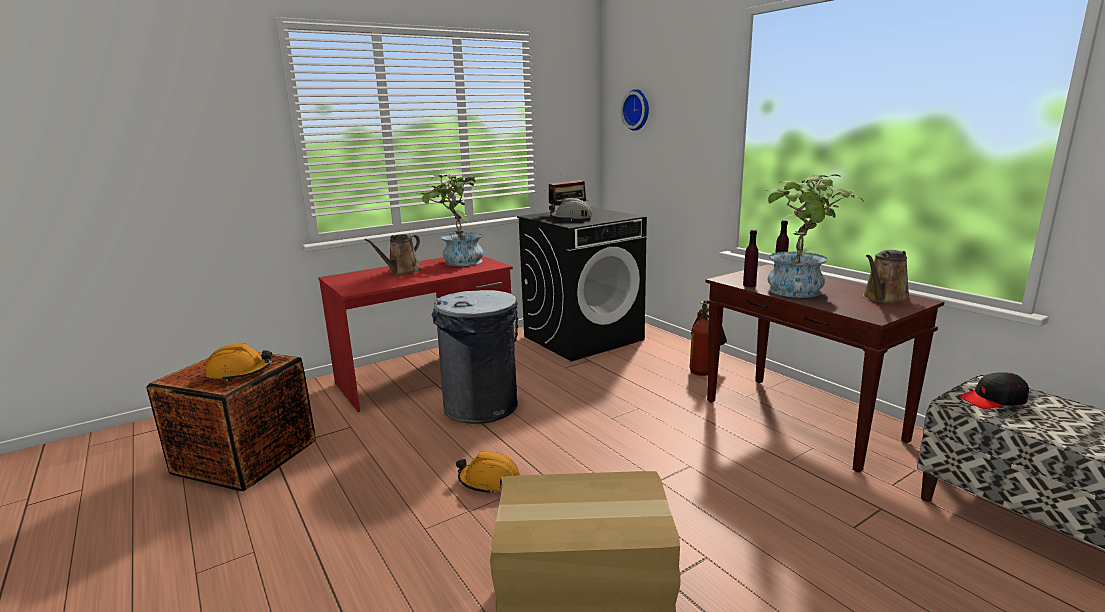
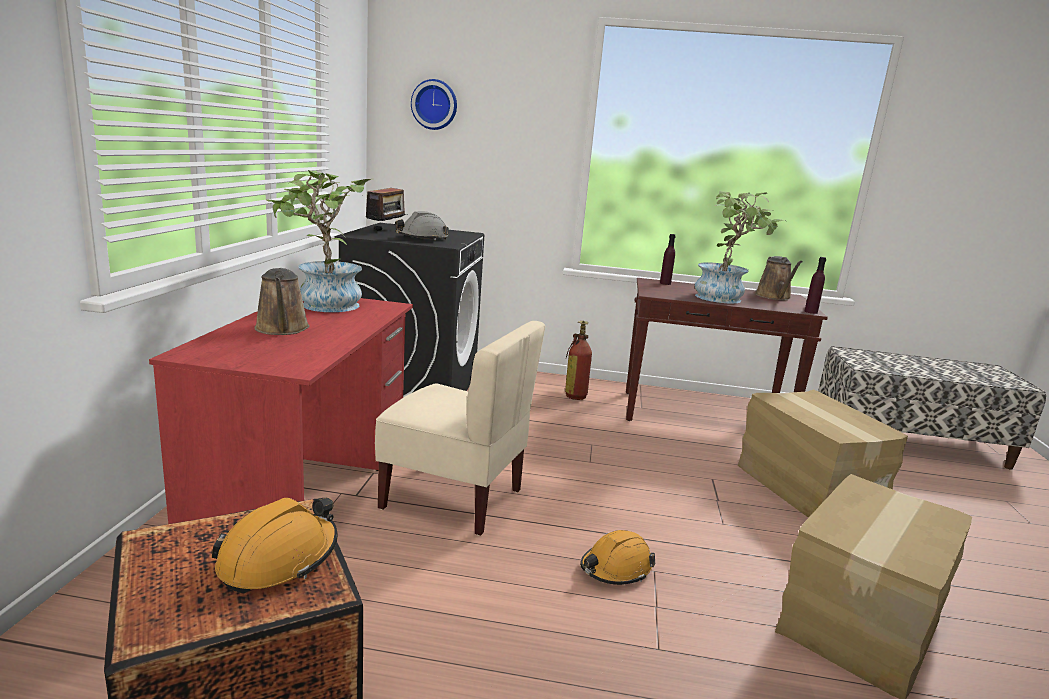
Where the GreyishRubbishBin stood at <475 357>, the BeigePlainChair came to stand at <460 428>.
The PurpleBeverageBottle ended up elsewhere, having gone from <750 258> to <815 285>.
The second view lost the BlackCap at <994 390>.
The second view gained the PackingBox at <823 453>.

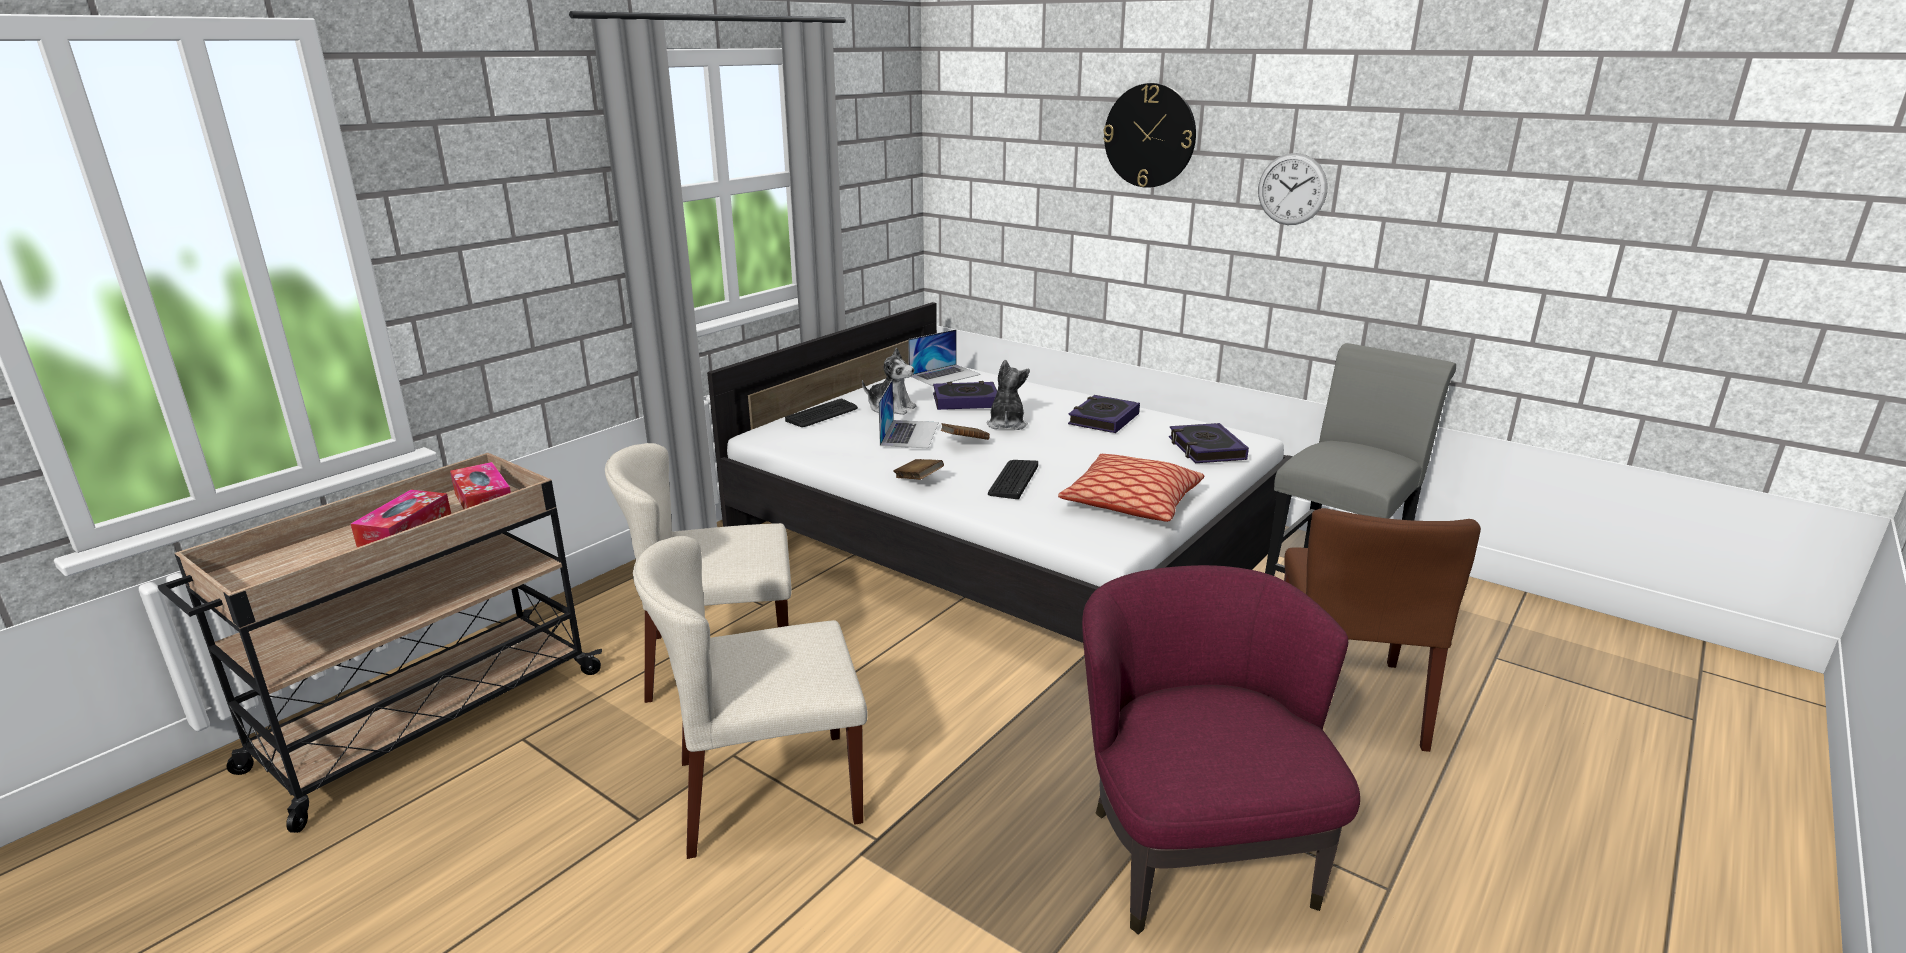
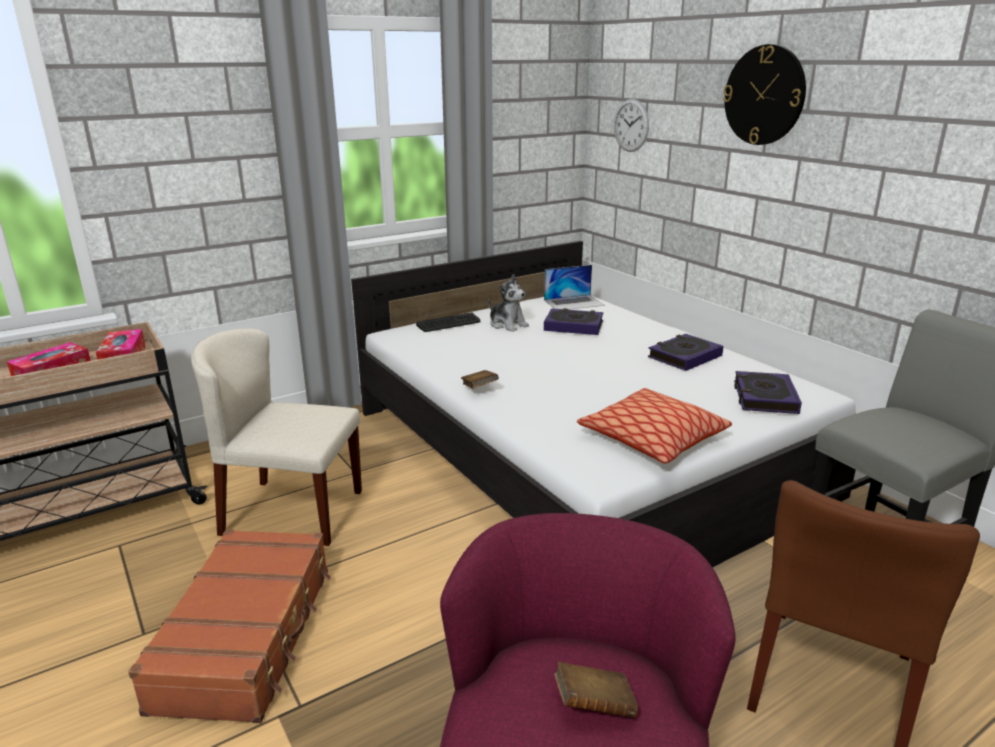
Where the BeigePlainChair stood at <750 697>, the BrownPieceOfLuggage came to stand at <229 626>.
The second view lost the Laptop at <908 413>.
The BrownVolume ended up elsewhere, having gone from <965 431> to <596 690>.
The second view lost the SoftToy at <1008 395>.
The second view lost the Keyboard at <1013 479>.
The HangingClock ended up elsewhere, having gone from <1292 189> to <631 125>.

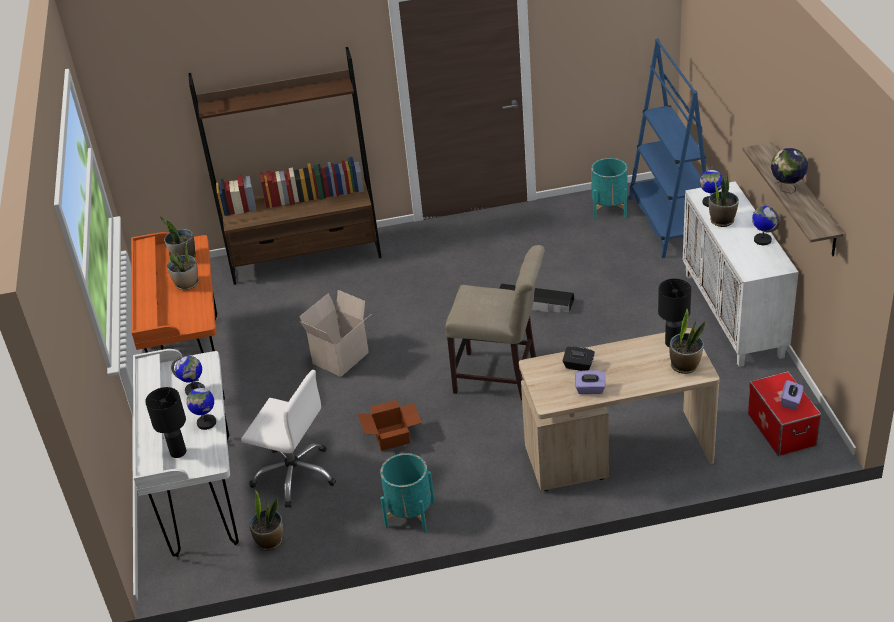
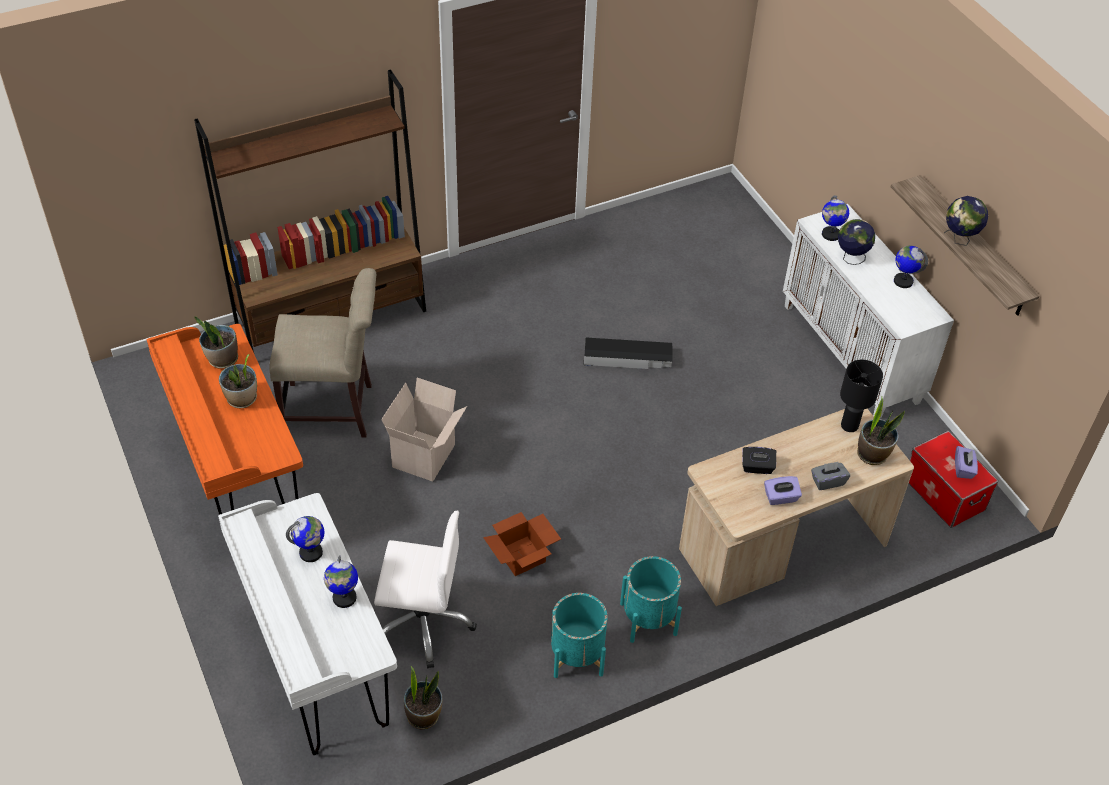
The second view lost the BlackTableLamp at <165 422>.
The BeigePlainChair ended up elsewhere, having gone from <495 322> to <322 353>.
The TurquoiseColouredPlanter ended up elsewhere, having gone from <609 188> to <651 599>.
The second view lost the BlueShelvingUnit at <667 148>.
Where the PlantInAPot stood at <724 198>, the Globe came to stand at <856 242>.
The second view gained the GreyishTissueBox at <830 476>.

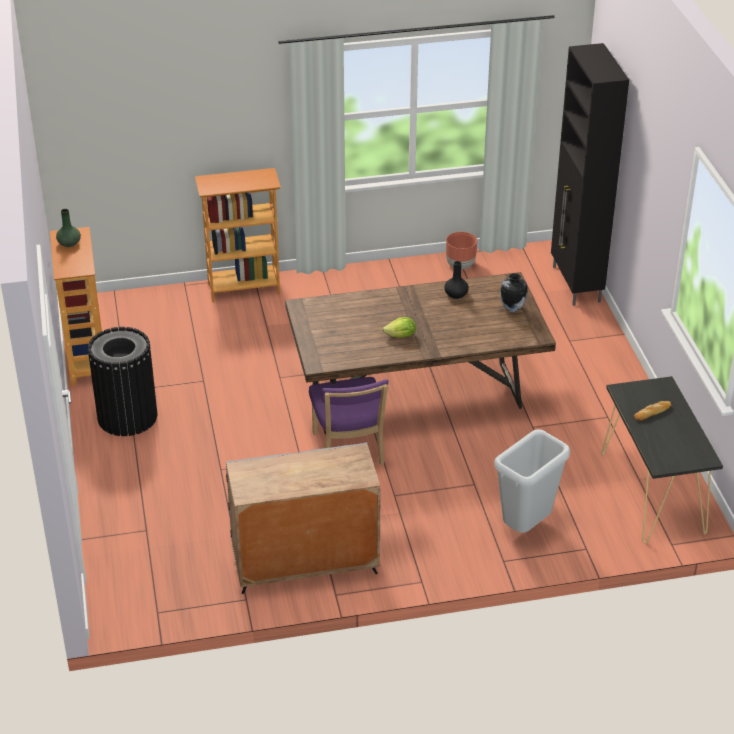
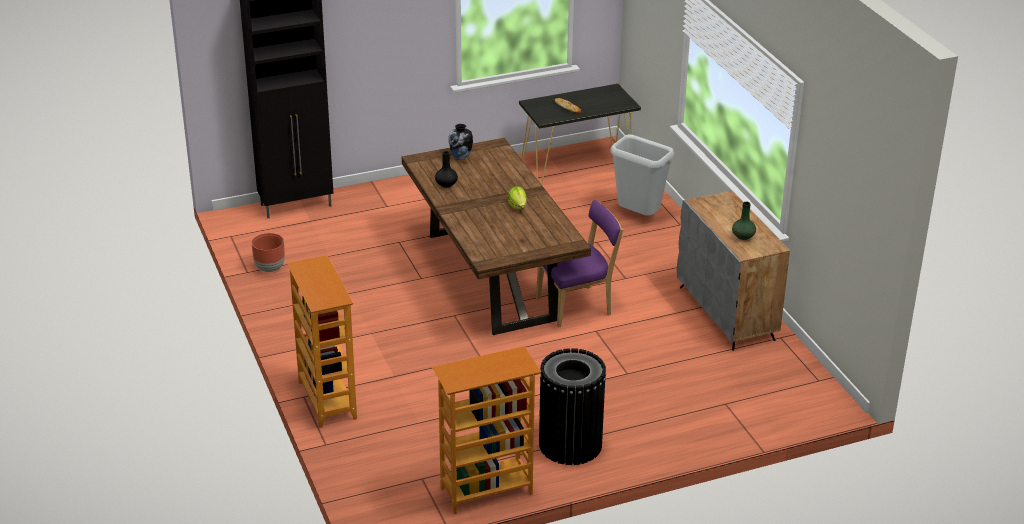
The GreenishFlowerVase ended up elsewhere, having gone from <68 228> to <744 221>.

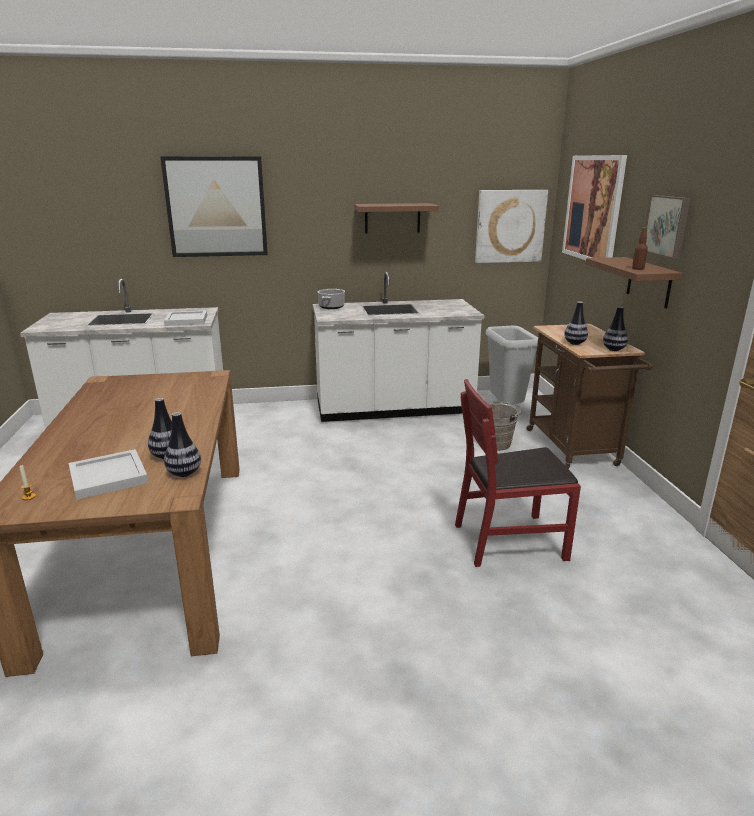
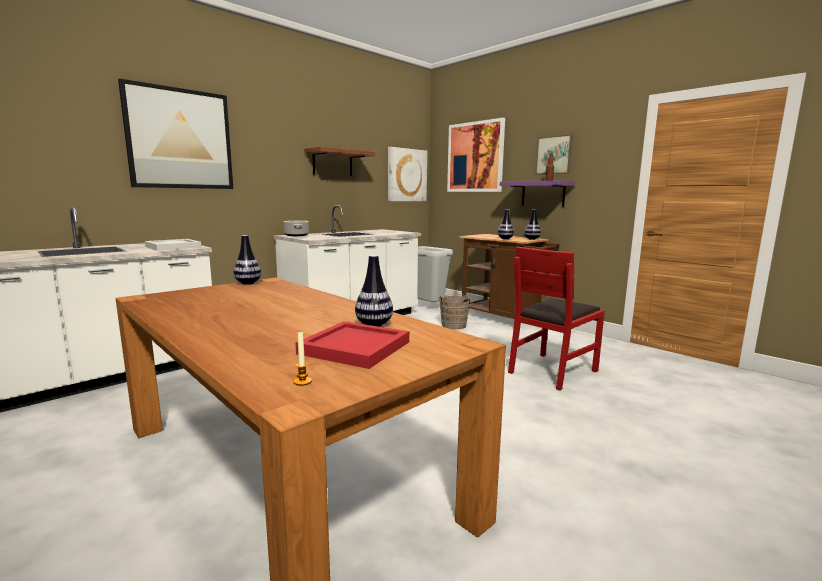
What was the WhiteColouredCarryingTray at <108 474> turned into the RedColouredCarryingTray at <352 345>.
The FlowerVase ended up elsewhere, having gone from <182 444> to <247 260>.
What was the BrownShelf at <634 283> turned into the PurpleShelf at <537 193>.

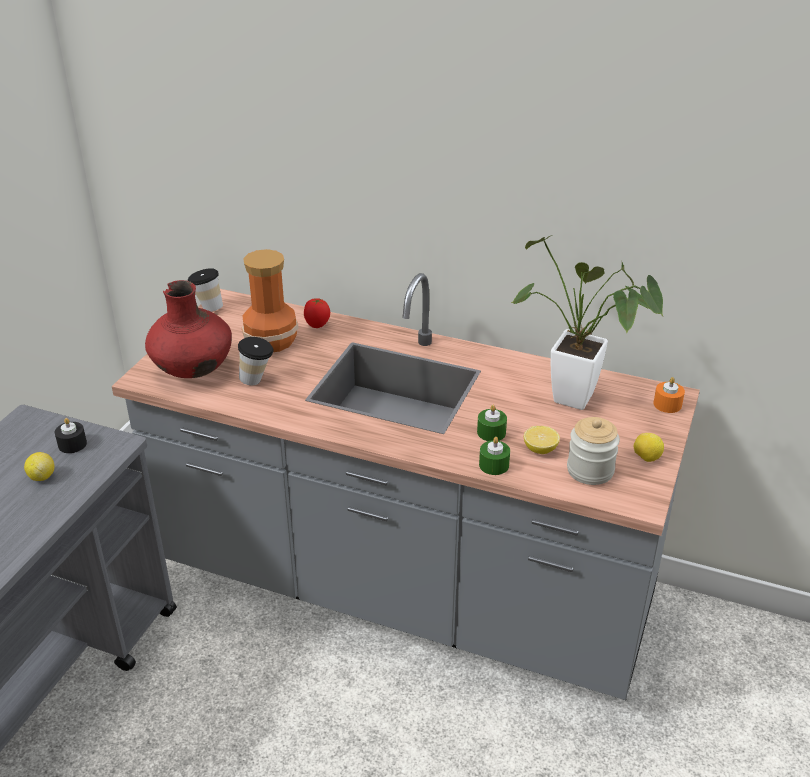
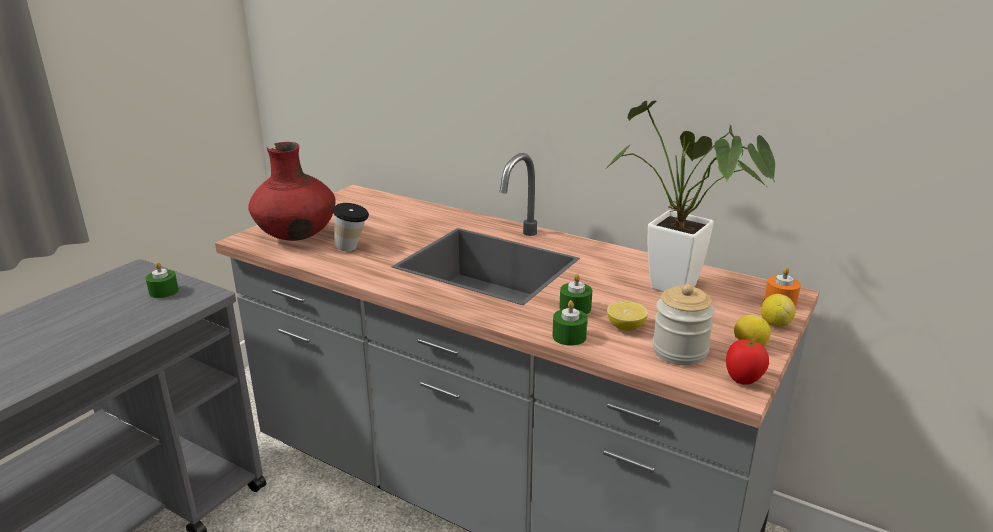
The WholeLemon ended up elsewhere, having gone from <39 466> to <778 310>.
What was the BlackCandle at <71 435> turned into the GreenishCandle at <162 280>.
The second view lost the Cup at <205 290>.
The second view lost the FlowerVase at <270 300>.
The FreshTomato ended up elsewhere, having gone from <317 313> to <747 362>.

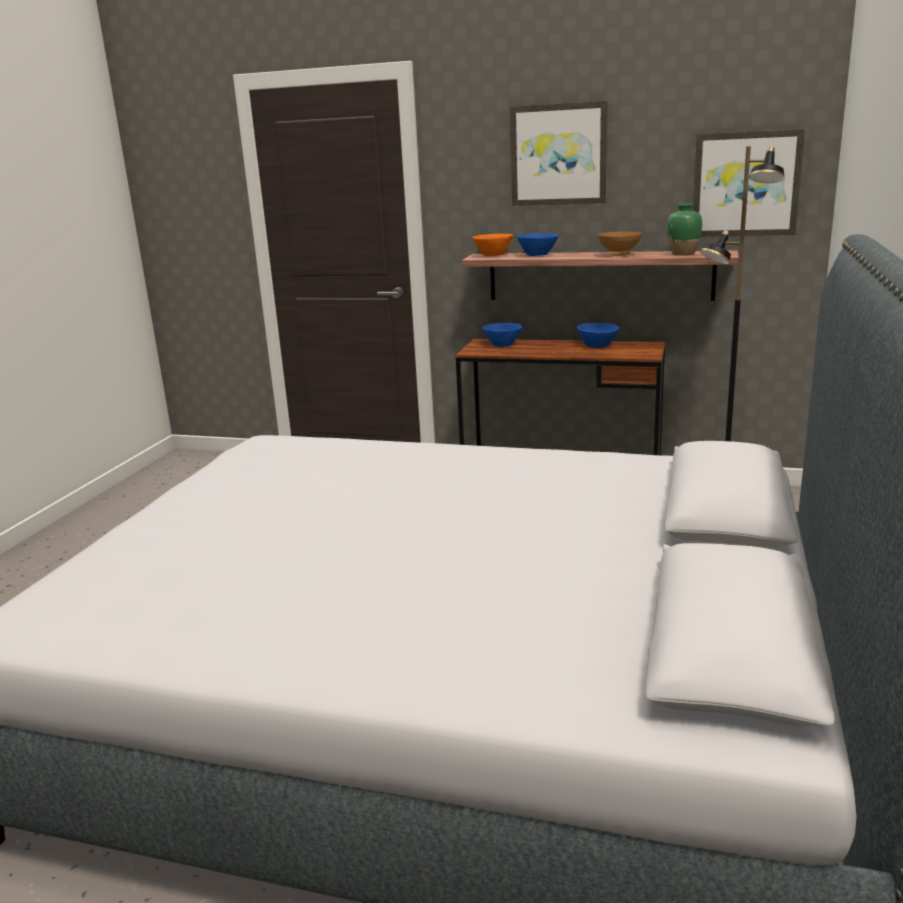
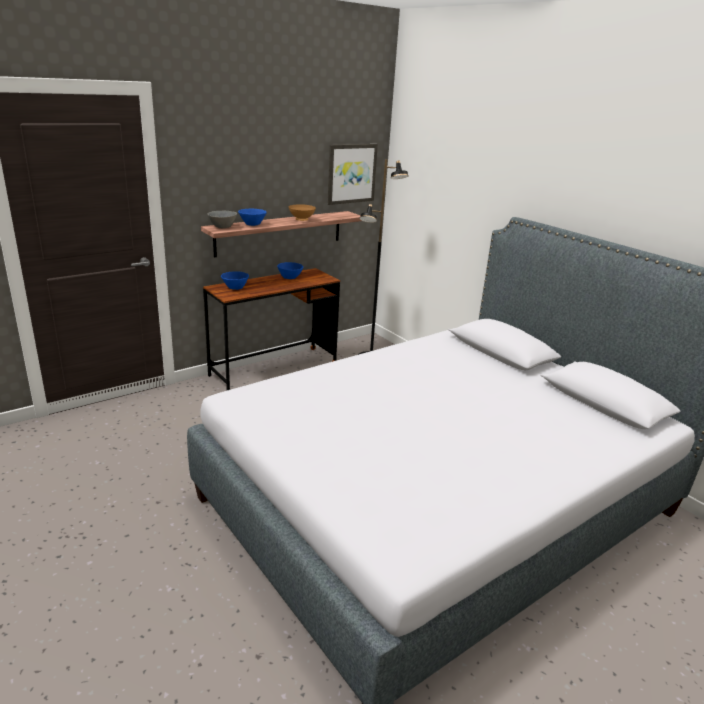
What was the OrangeyDeepDish at <492 245> turned into the GreyishDeepDish at <222 219>.
The second view lost the Picture at <559 153>.
The second view lost the GreenishFlowerVase at <684 229>.

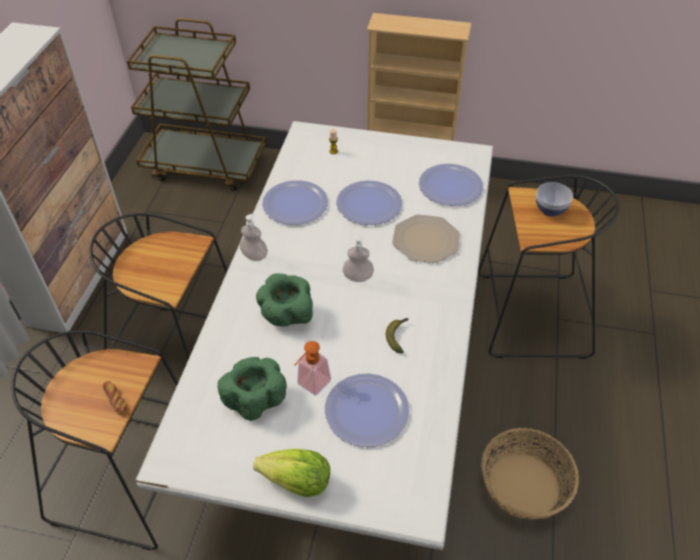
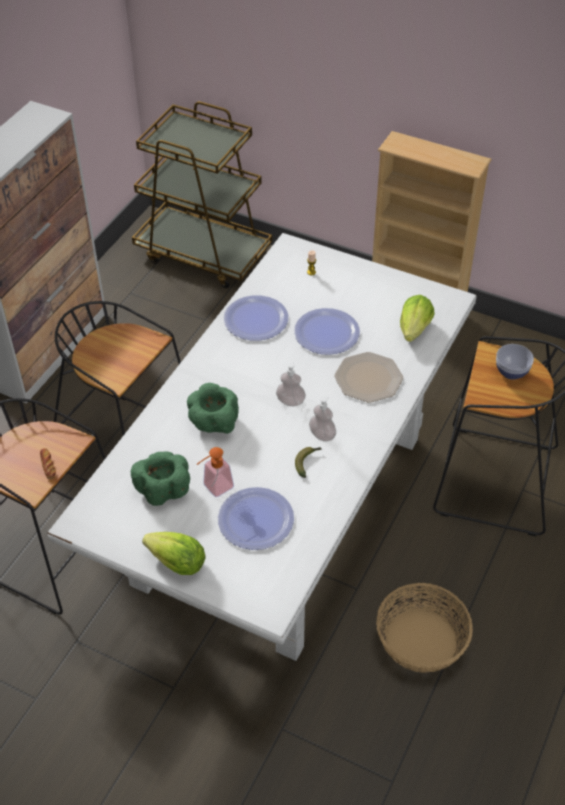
The LiquidSoapBottle ended up elsewhere, having gone from <253 237> to <322 419>.
Where the Plate stood at <451 185>, the Lettuce came to stand at <417 318>.

